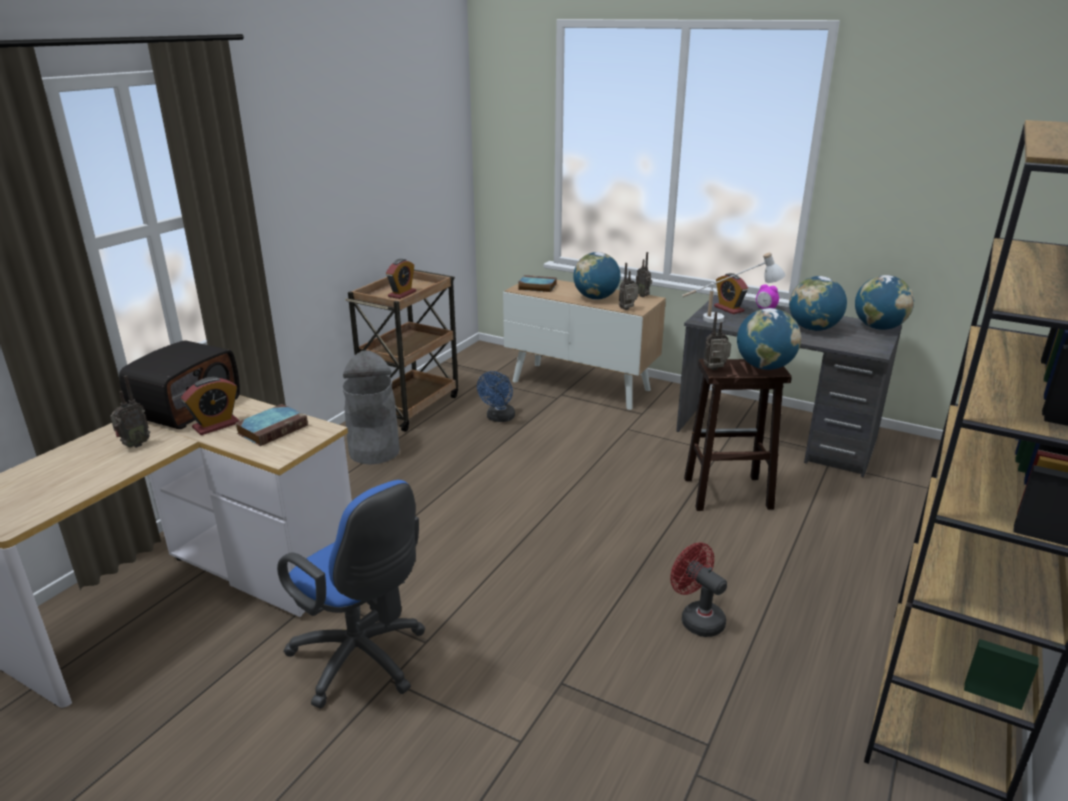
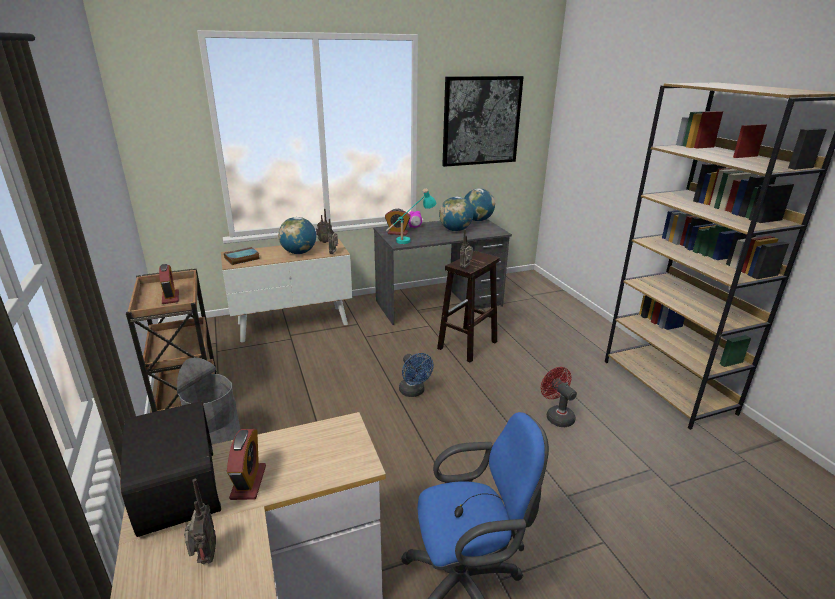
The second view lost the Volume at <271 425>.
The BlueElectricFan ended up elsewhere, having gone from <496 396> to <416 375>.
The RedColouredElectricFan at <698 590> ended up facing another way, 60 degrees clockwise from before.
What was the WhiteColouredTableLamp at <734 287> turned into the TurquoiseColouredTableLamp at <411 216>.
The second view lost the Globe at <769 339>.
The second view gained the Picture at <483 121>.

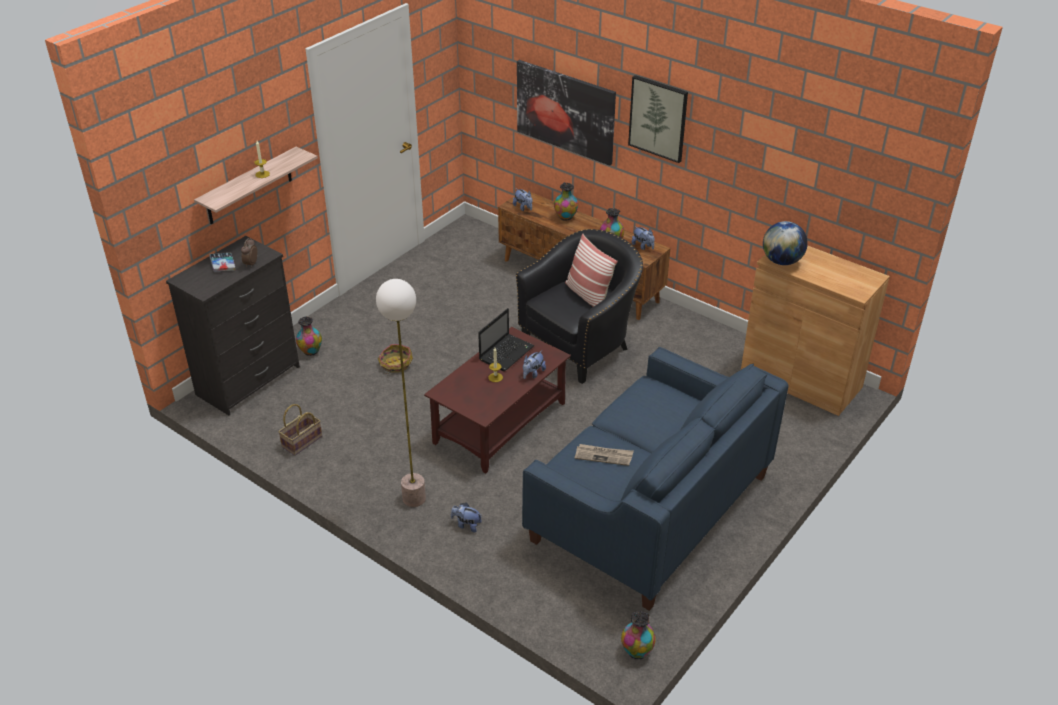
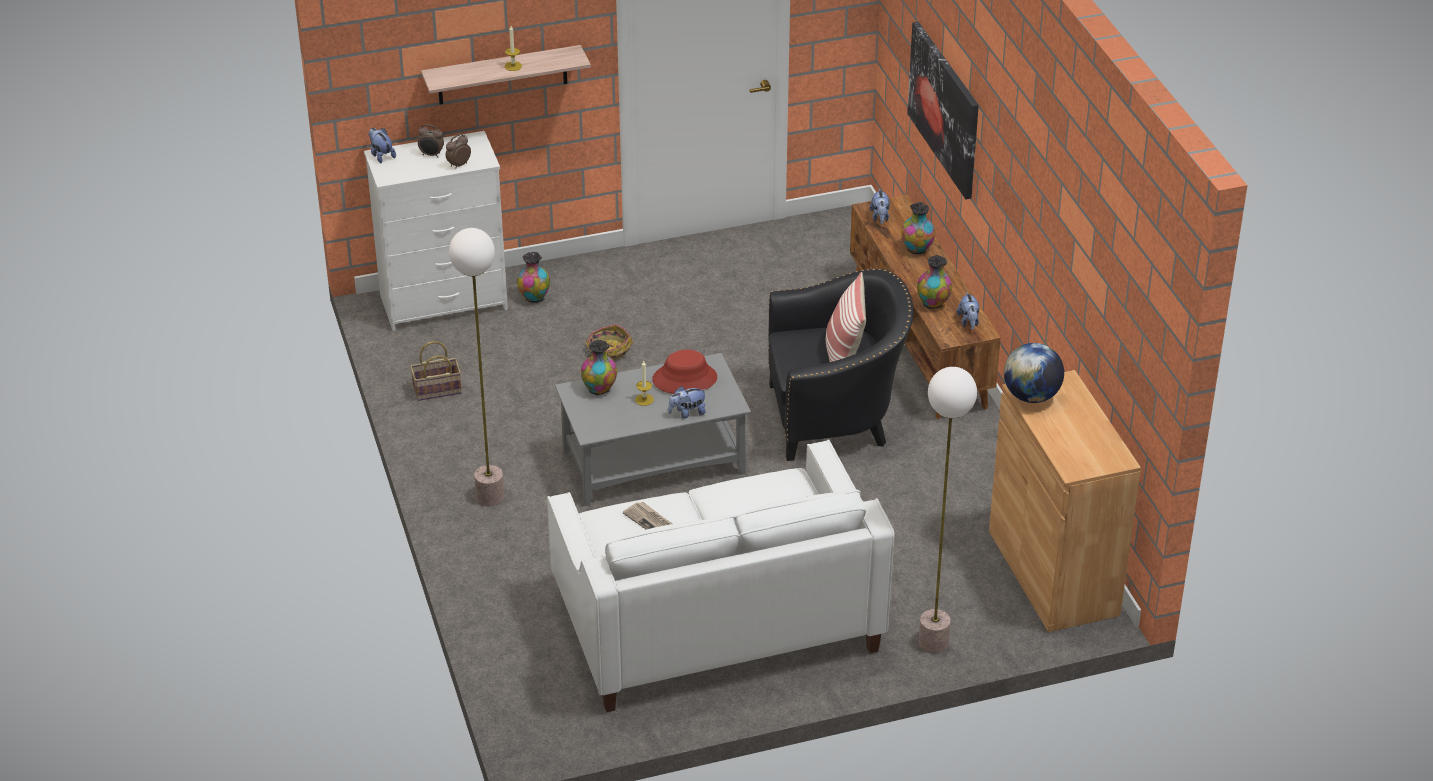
What was the BlackChestOfDrawers at <233 325> turned into the WhiteColouredChestOfDrawers at <436 231>.
Where the Volume stood at <222 262>, the TableClock came to stand at <431 141>.
What was the BrownCoffeeTable at <497 400> turned into the GreyishCoffeeTable at <653 429>.
The SoftToy ended up elsewhere, having gone from <466 518> to <382 145>.
Where the Laptop stood at <506 339>, the RedColouredClothingHat came to stand at <684 372>.
What was the BlueCouch at <655 479> turned into the WhiteColouredCouch at <721 576>.
The FlowerVase ended up elsewhere, having gone from <638 635> to <599 367>.
The second view lost the Picture at <658 119>.
The second view gained the StandingLamp at <948 510>.

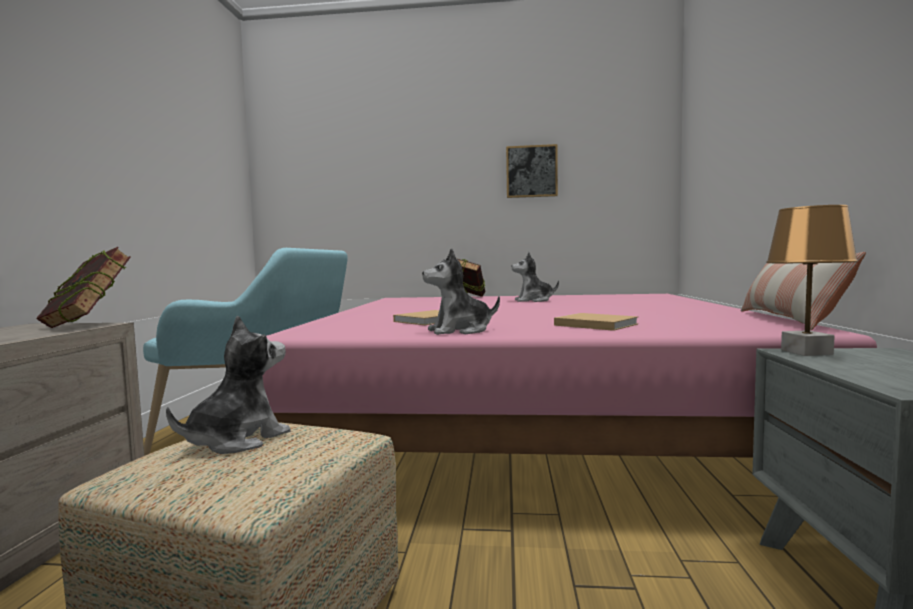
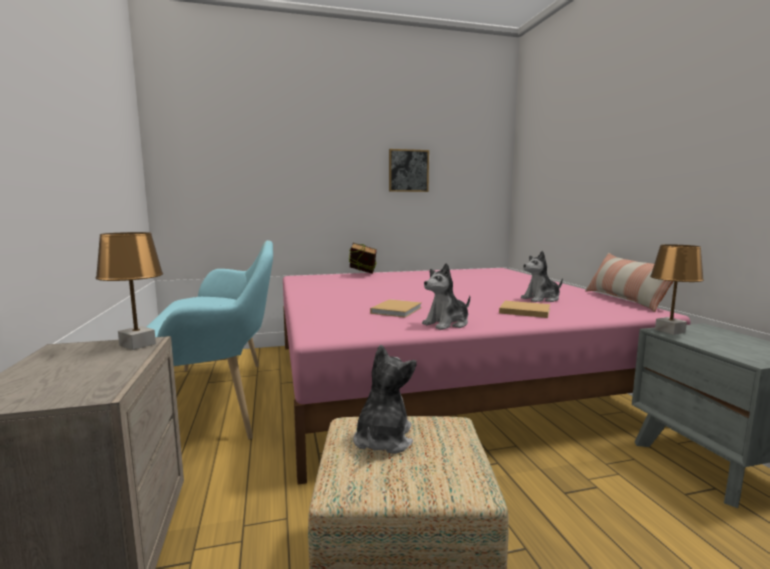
Where the Volume stood at <83 287>, the BrownTableLamp came to stand at <129 291>.
The SoftToy ended up elsewhere, having gone from <535 277> to <542 276>.

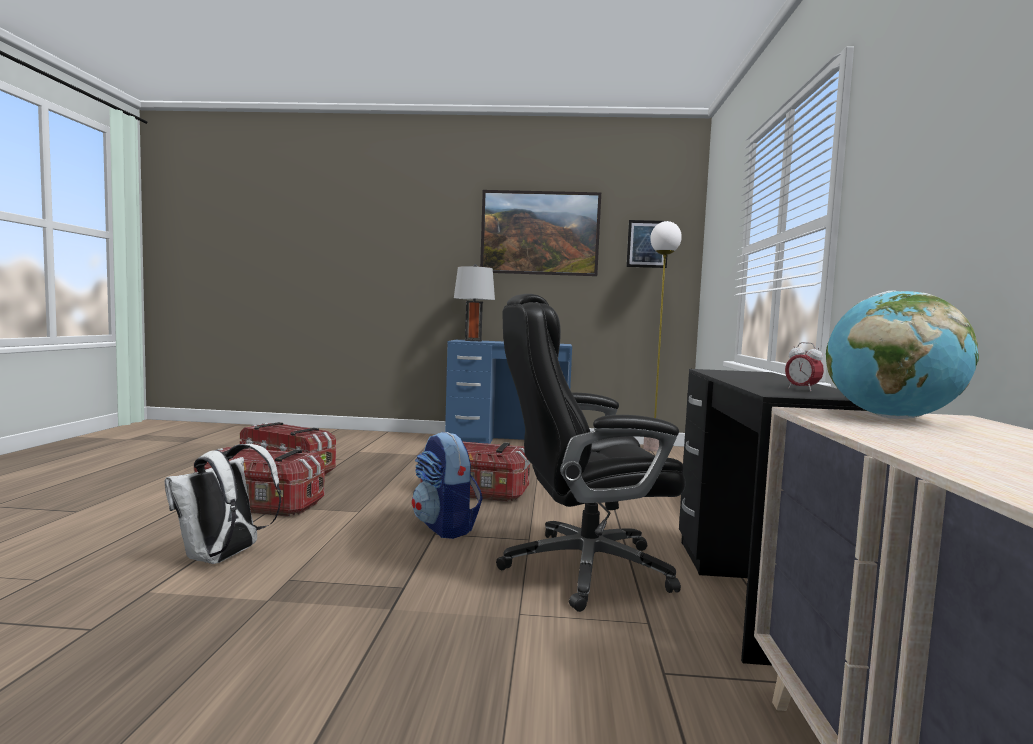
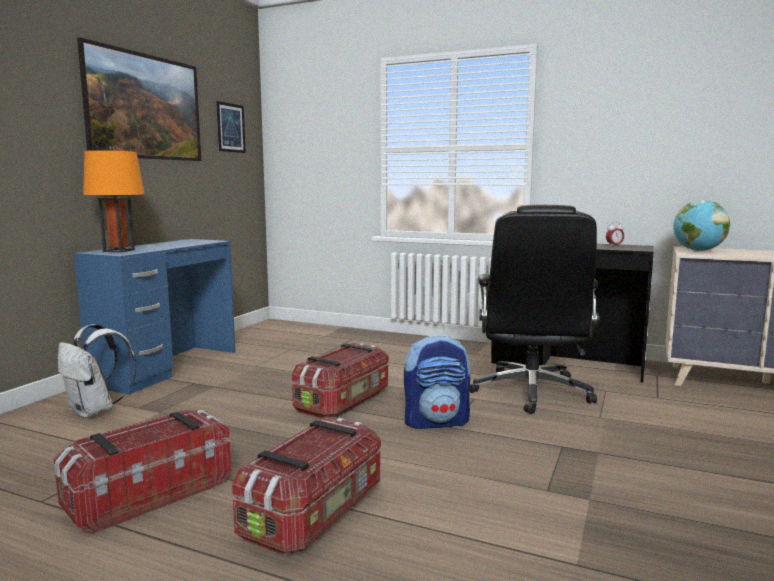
The WhiteColouredKnapsack ended up elsewhere, having gone from <222 504> to <97 371>.
What was the GreyishTableLamp at <474 302> turned into the OrangeyTableLamp at <113 199>.
The second view lost the StandingLamp at <662 336>.

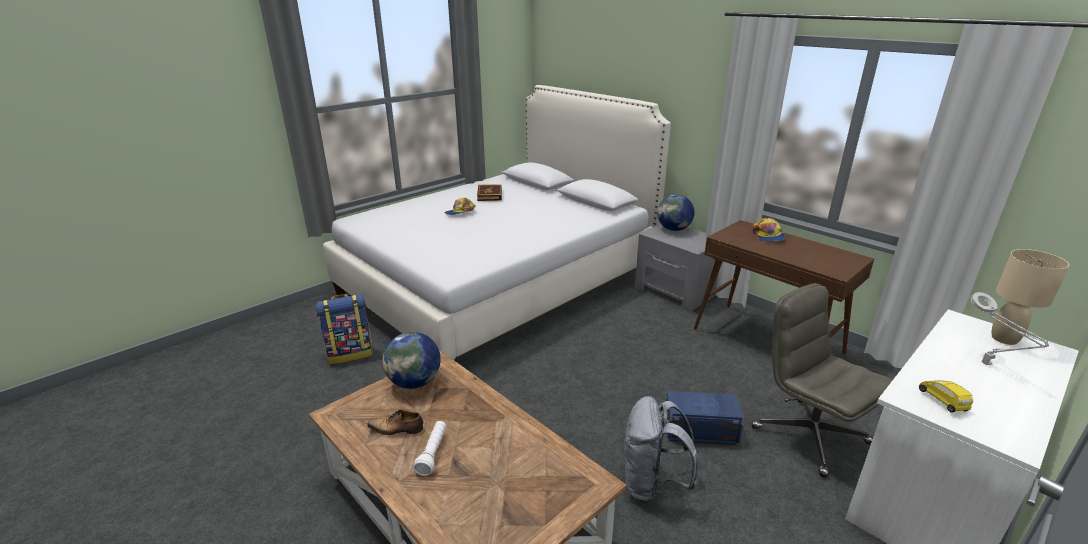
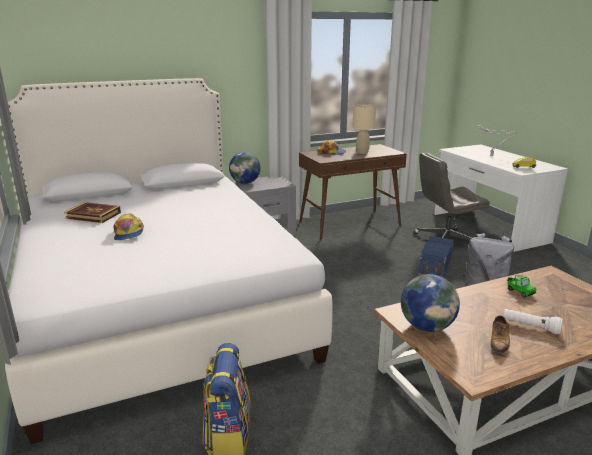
The BeigeTableLamp ended up elsewhere, having gone from <1030 297> to <364 129>.
The second view gained the ToyCar at <521 286>.

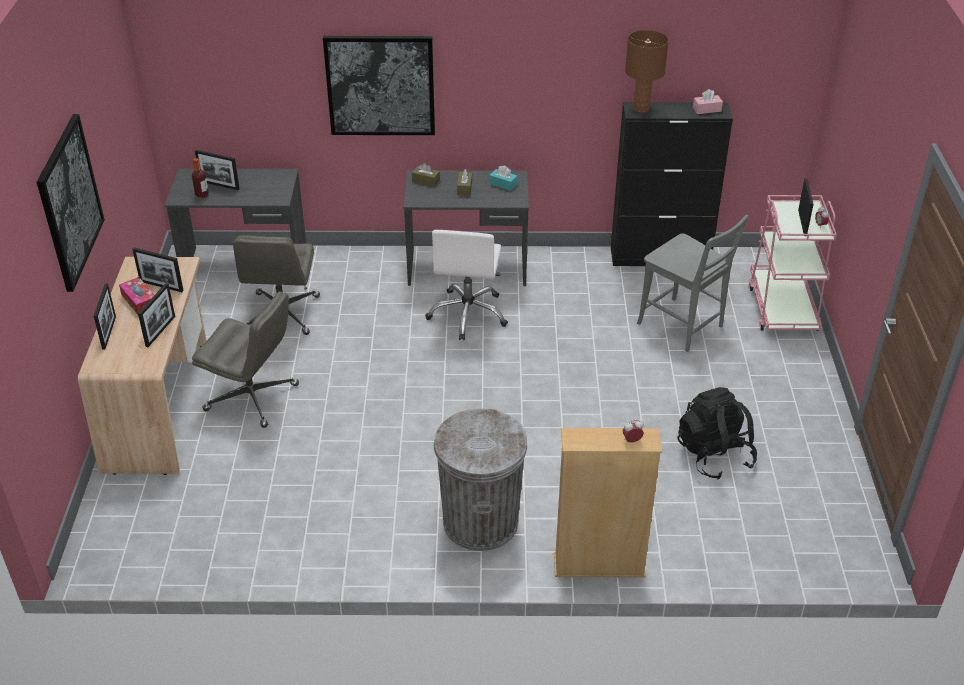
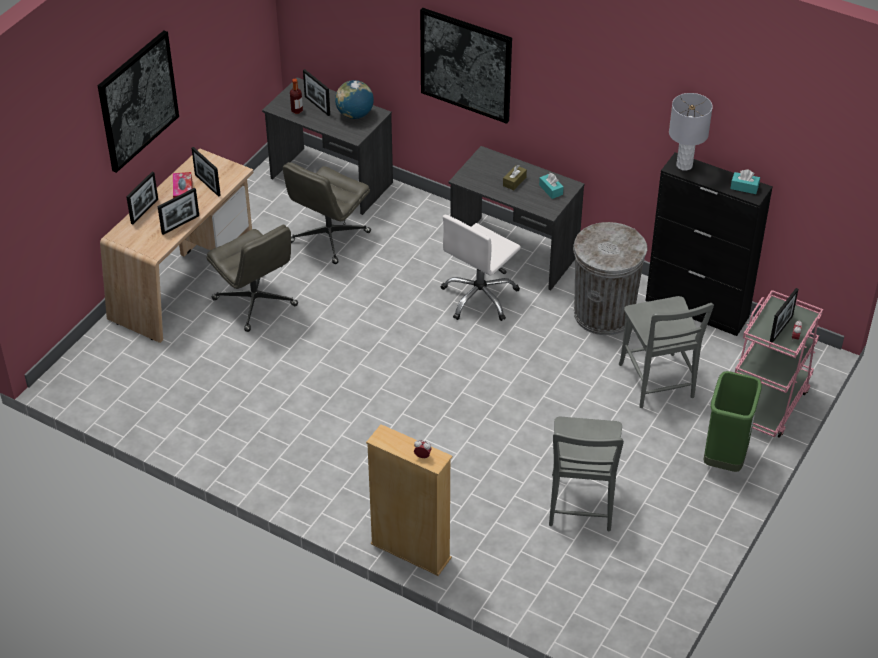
The second view lost the BrownTissueBox at <426 175>.
The GreyishRubbishBin ended up elsewhere, having gone from <480 479> to <610 278>.
What was the BrownTableLamp at <647 71> turned into the GreyishTableLamp at <691 132>.
Where the BlackKnapsack stood at <717 433>, the GreyishPlainChair came to stand at <586 474>.
What was the PinkTissueBox at <708 101> turned into the TurquoiseColouredTissueBox at <745 181>.
The second view gained the Globe at <354 99>.
The second view gained the GreenishRubbishBin at <732 421>.

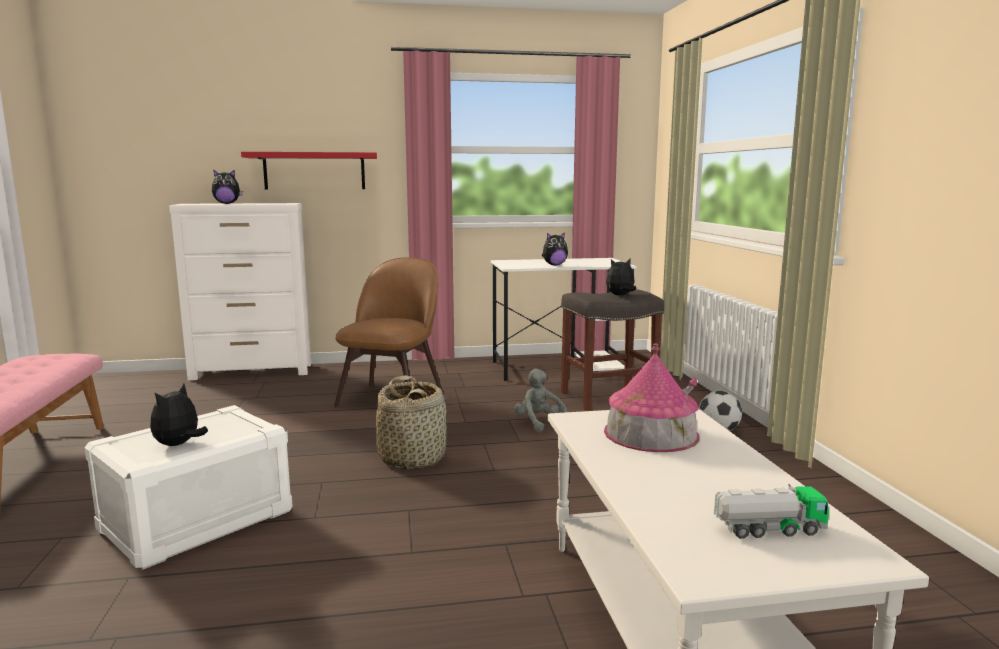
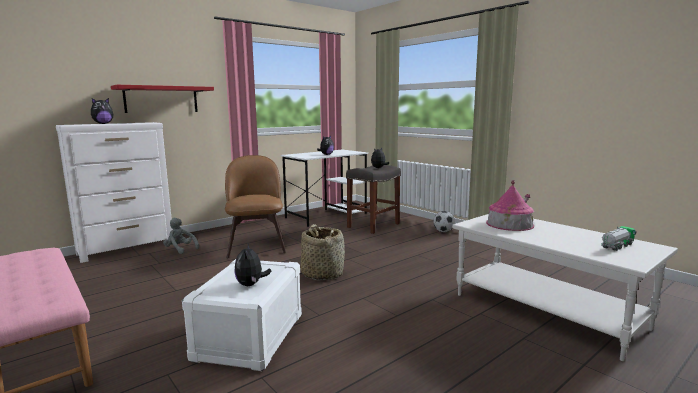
The GreyishSoftToy ended up elsewhere, having gone from <541 400> to <181 236>.

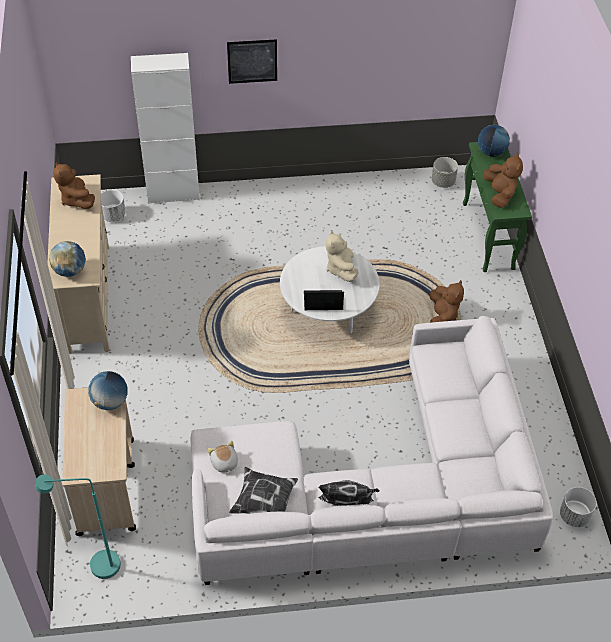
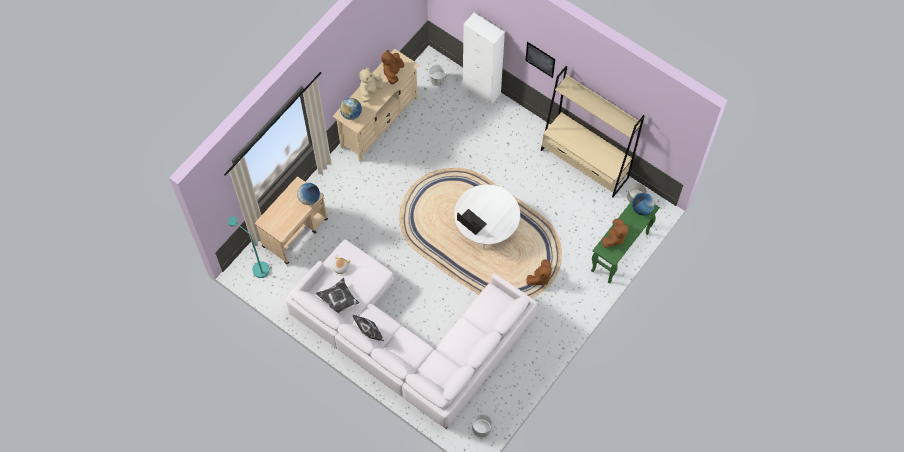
The BeigeSoftToy ended up elsewhere, having gone from <342 256> to <371 85>.
The second view gained the BeigeShelvingUnit at <593 132>.

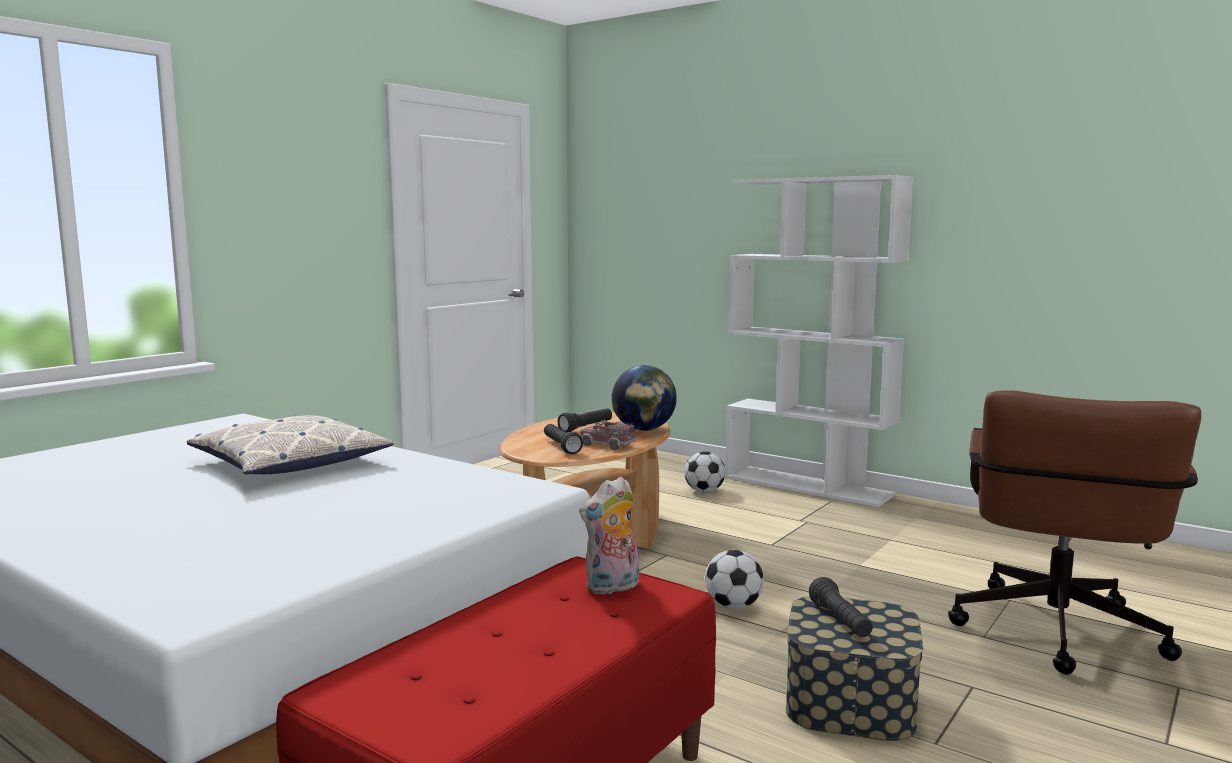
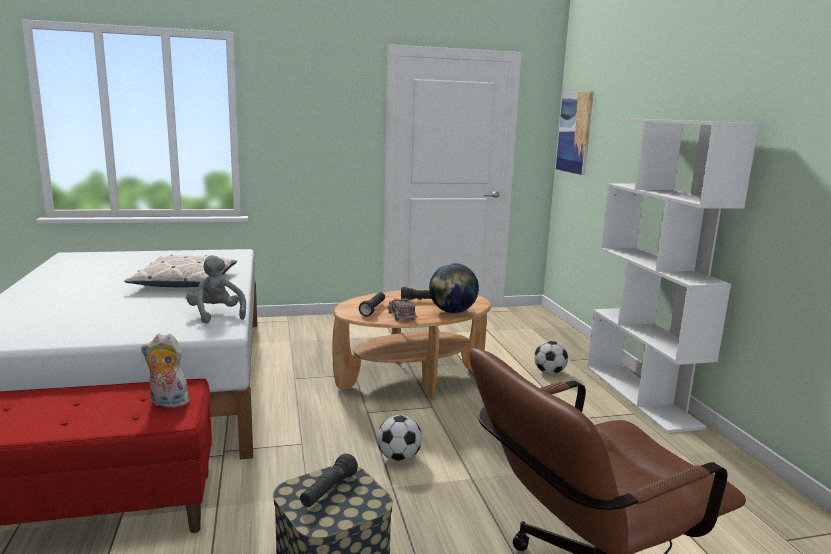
The second view gained the GreyishSoftToy at <216 289>.
The second view gained the Picture at <575 133>.

